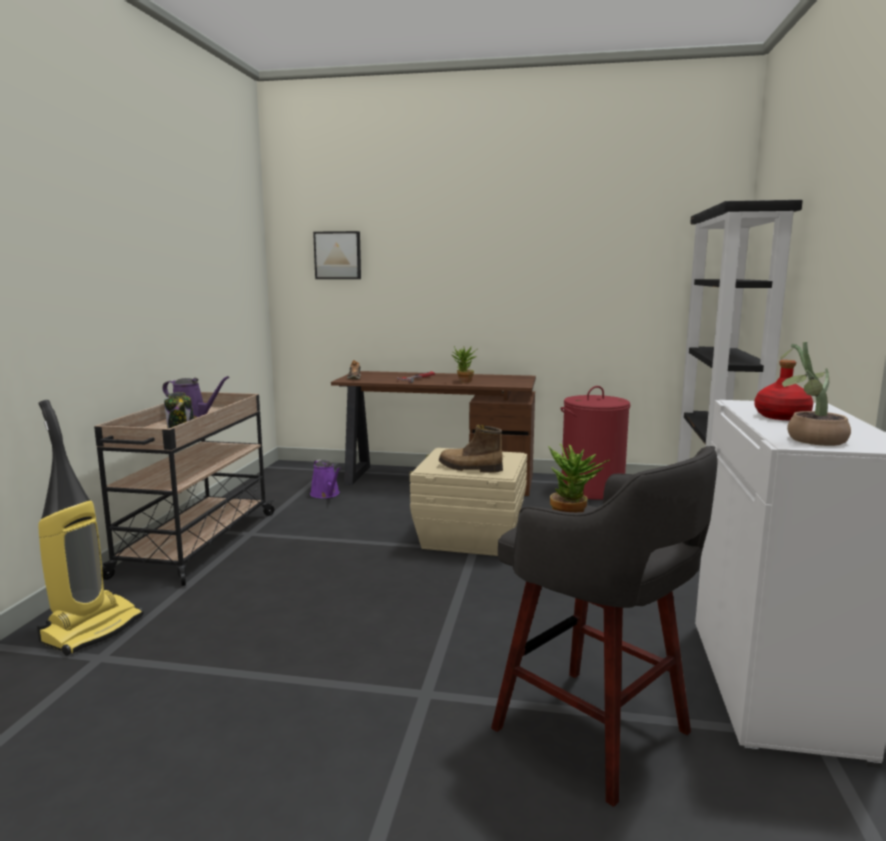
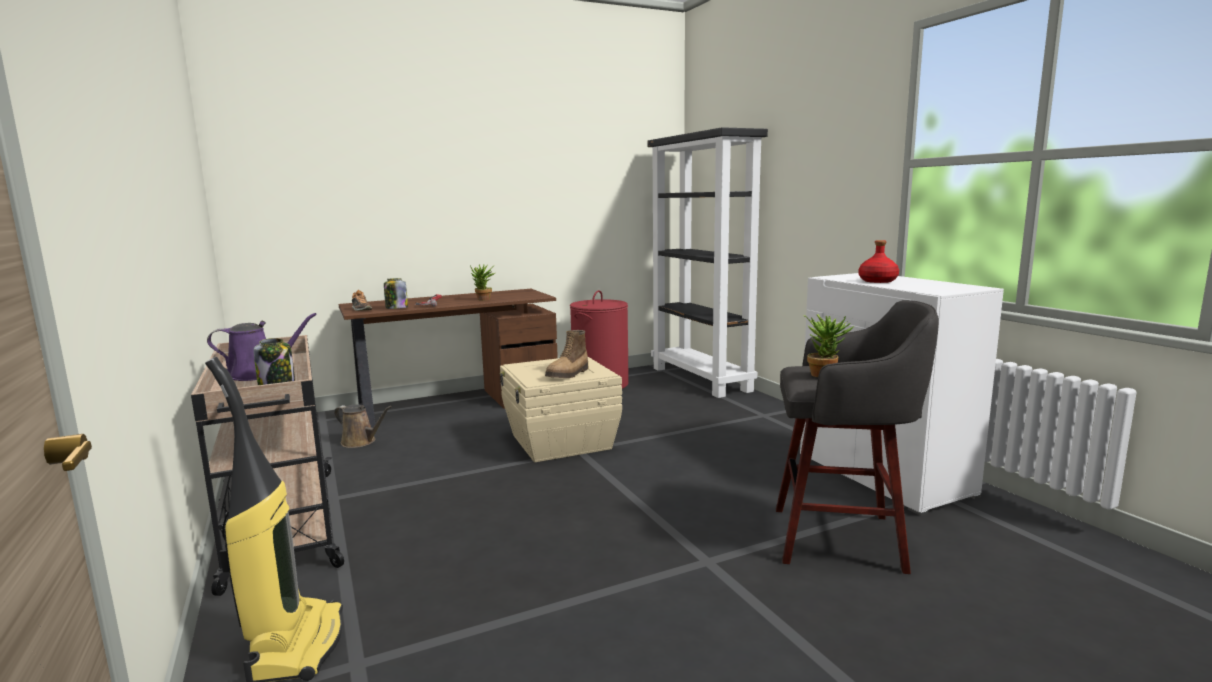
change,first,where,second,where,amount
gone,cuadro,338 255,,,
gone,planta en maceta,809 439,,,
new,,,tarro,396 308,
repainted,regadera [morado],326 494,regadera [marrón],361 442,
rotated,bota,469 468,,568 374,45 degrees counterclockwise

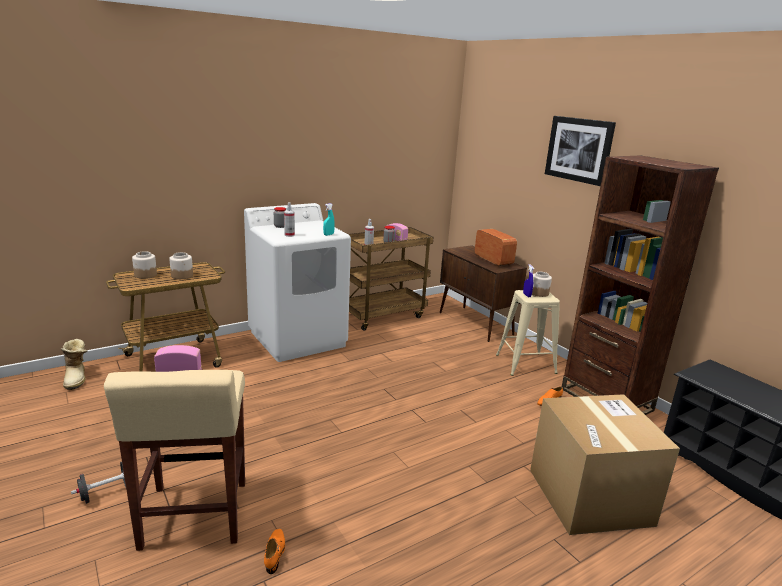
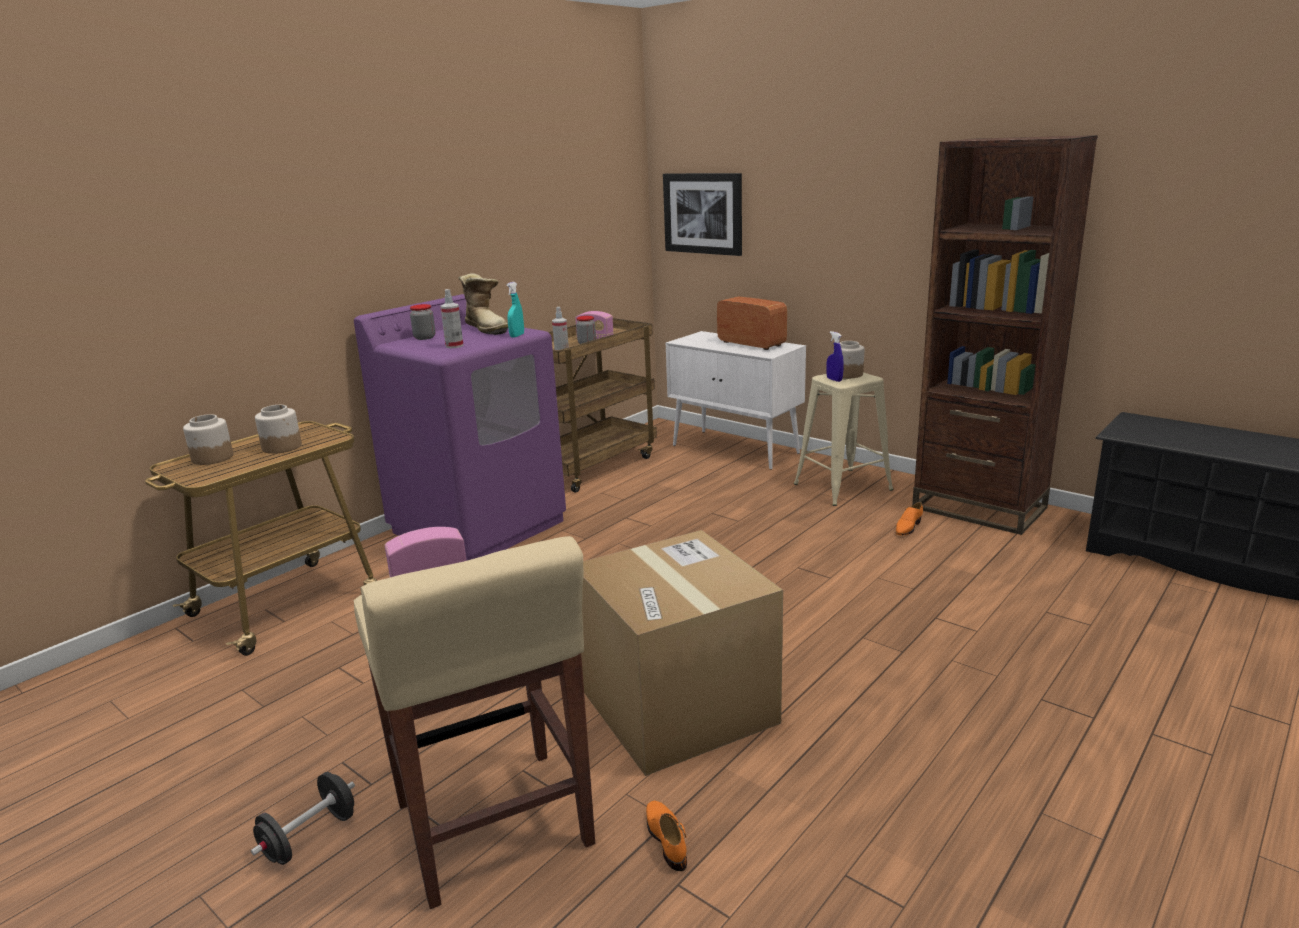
change,first,where,second,where,amount
shifted,bota,77 378,,487 328,
shifted,caja de cartón,589 497,,678 706,
shifted,cuadro,579 150,,703 213,
repainted,lavadora [blanco],298 338,lavadora [morado],479 526,
repainted,armario [marrón],476 324,armario [blanco],736 449,

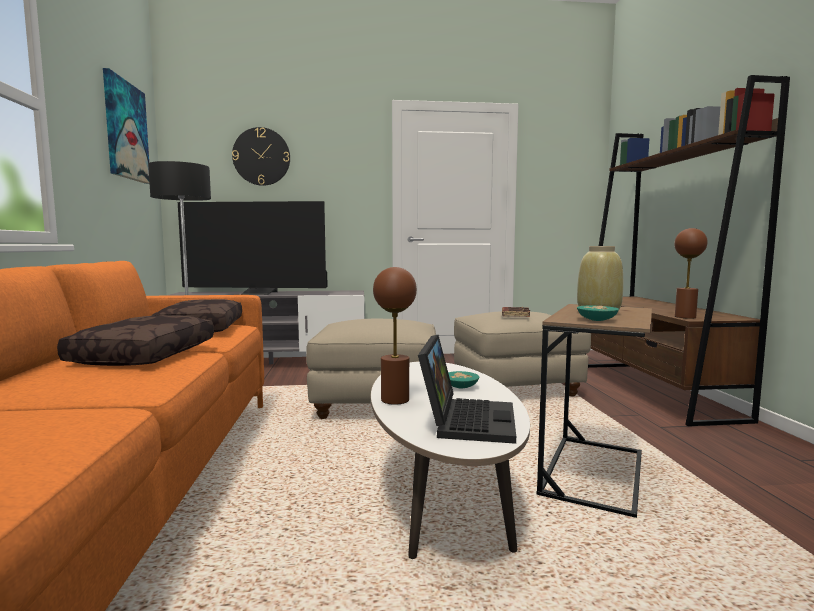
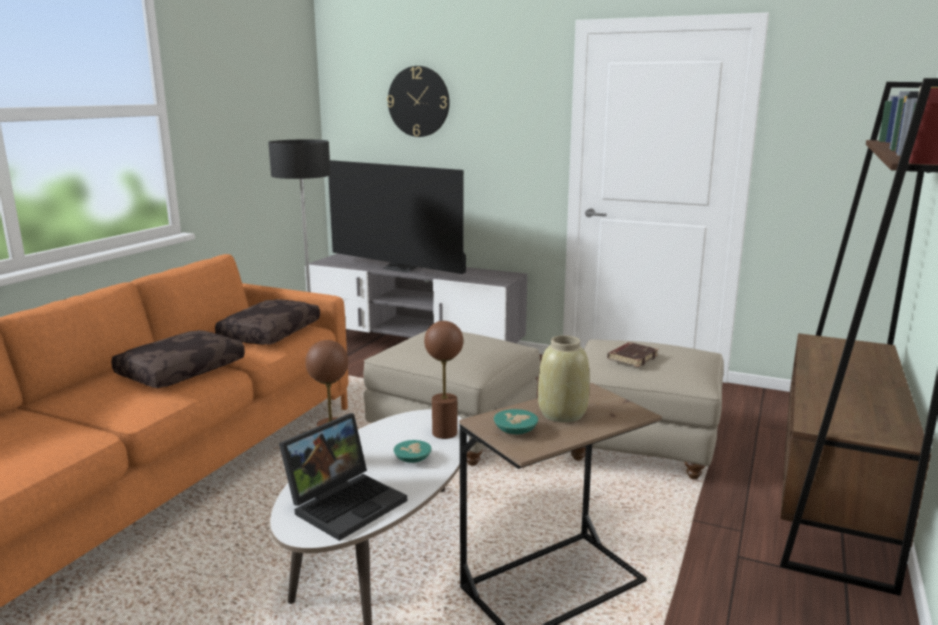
change,first,where,second,where,amount
gone,cuadro,125 130,,,
shifted,lámpara de mesa [marrón],685 317,,444 433,

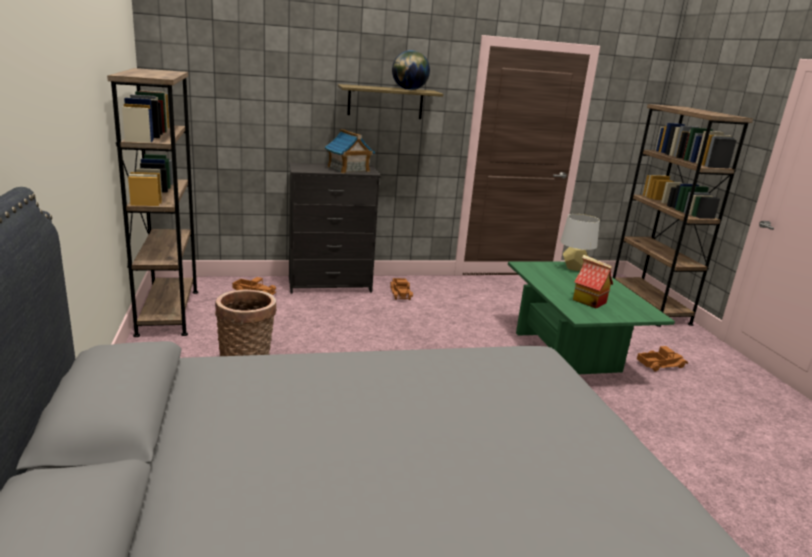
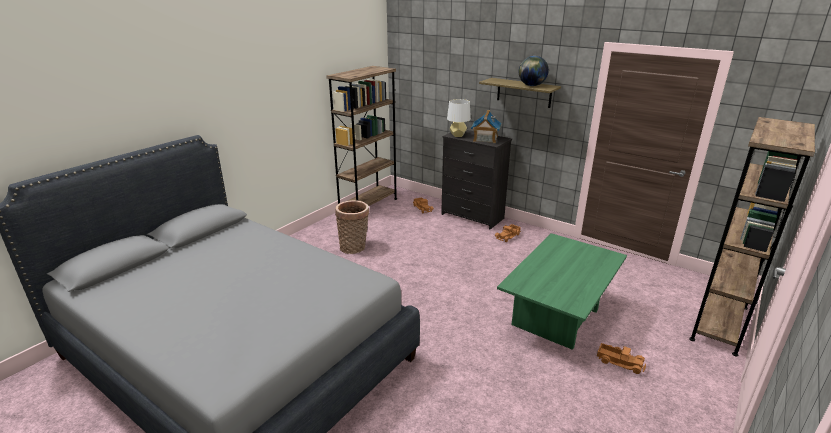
change,first,where,second,where,amount
gone,casita,588 301,,,
shifted,lámpara de mesa [gris],574 268,,458 135,

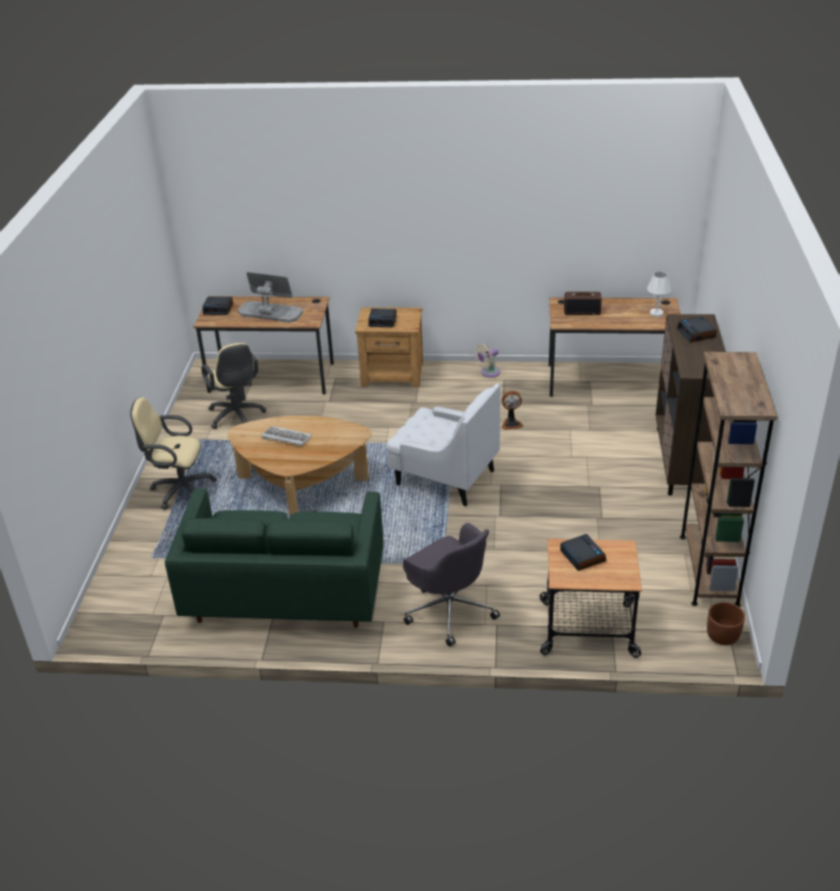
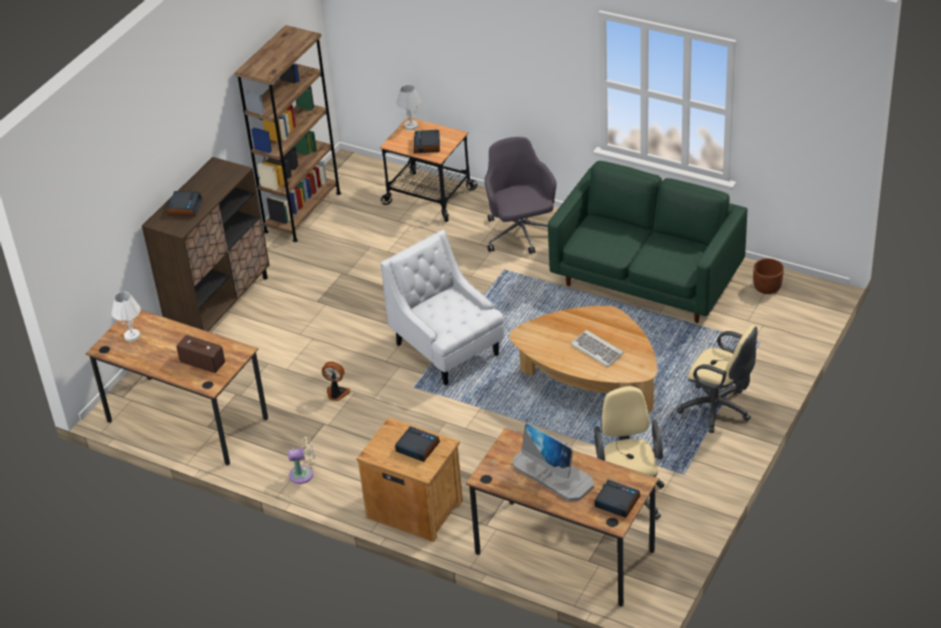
change,first,where,second,where,amount
new,,,lámpara de mesa [blanco],411 126,
shifted,maceta [marrón],722 636,,767 287,

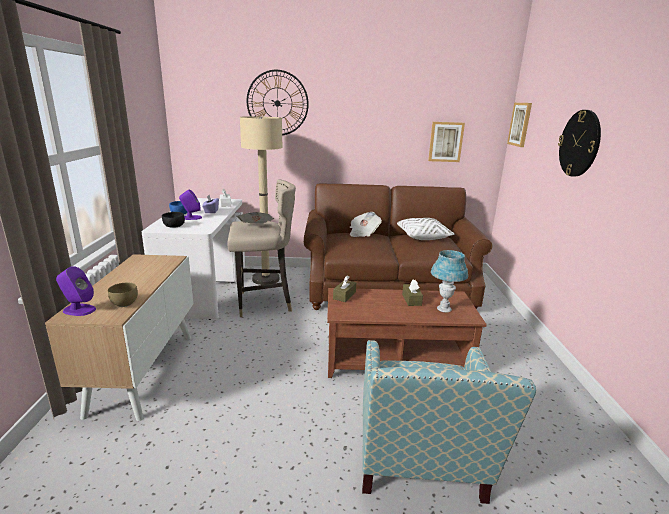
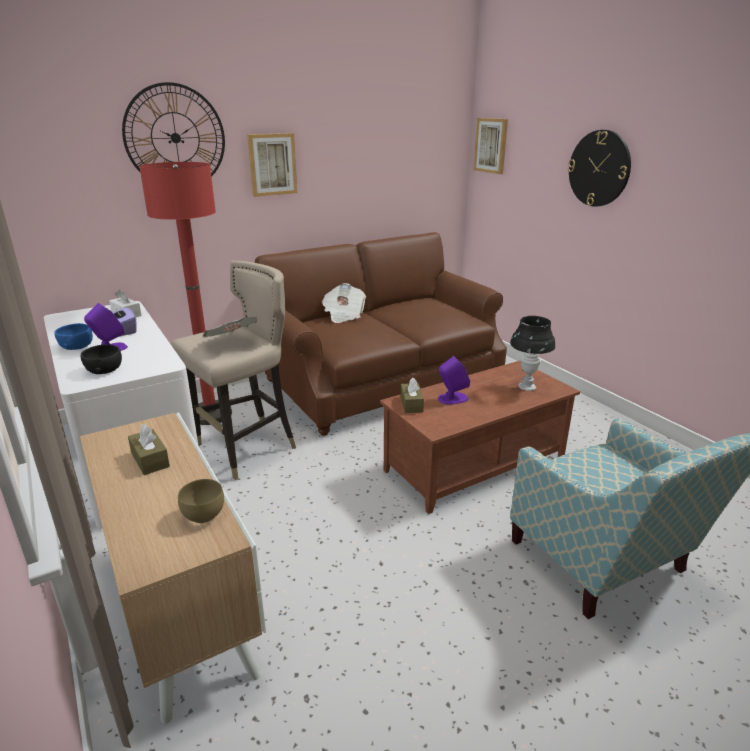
change,first,where,second,where,amount
gone,cojín [blanco],422 236,,,
shifted,altavoz [morado],79 310,,452 398,
shifted,caja de pañuelos [marrón],411 299,,150 460,
shifted,cuadro,445 142,,272 164,
repainted,lámpara de pie [beis],266 279,lámpara de pie [rojo],211 414,
repainted,lámpara de mesa [azul],444 309,lámpara de mesa [negro],527 387,

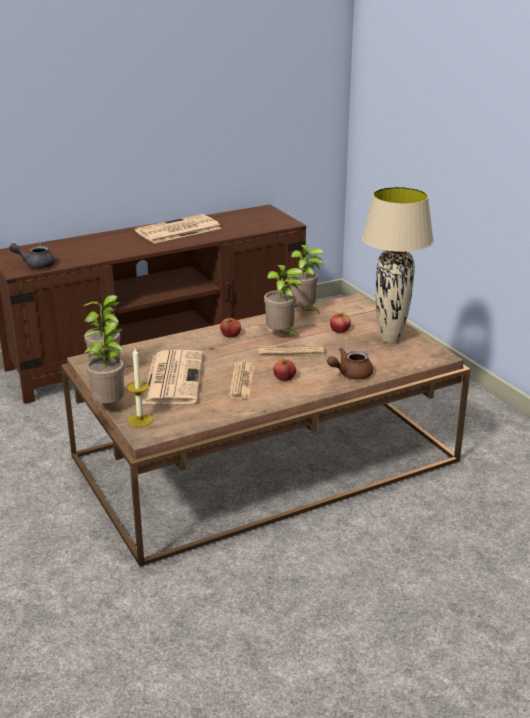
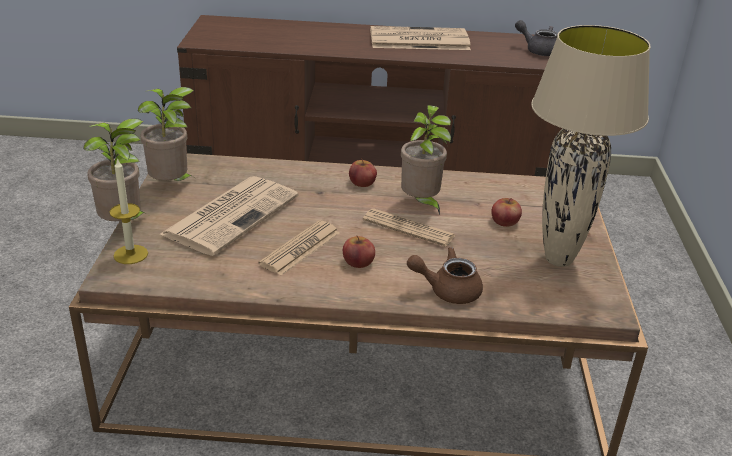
change,first,where,second,where,amount
gone,planta en maceta,303 312,,,
shifted,tetera [gris],36 264,,538 50,

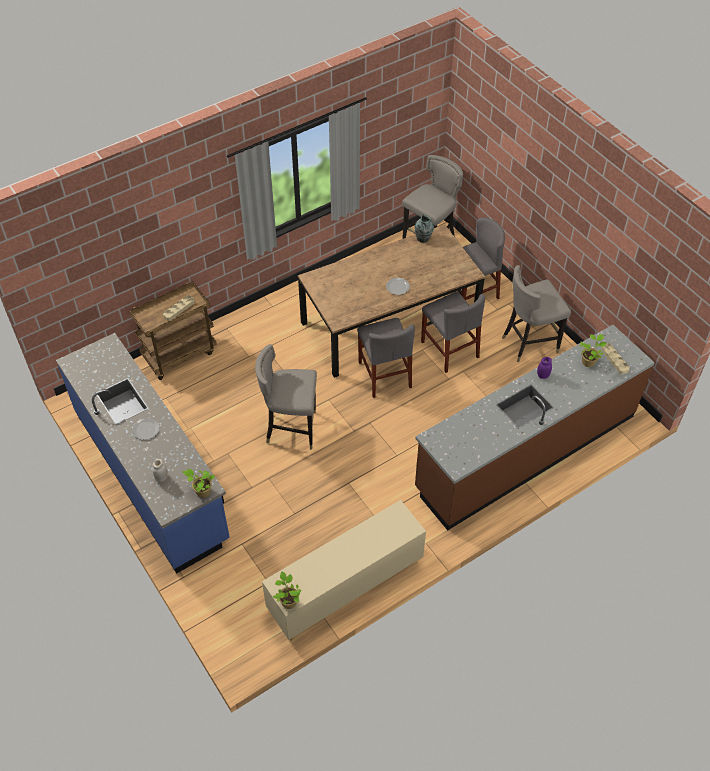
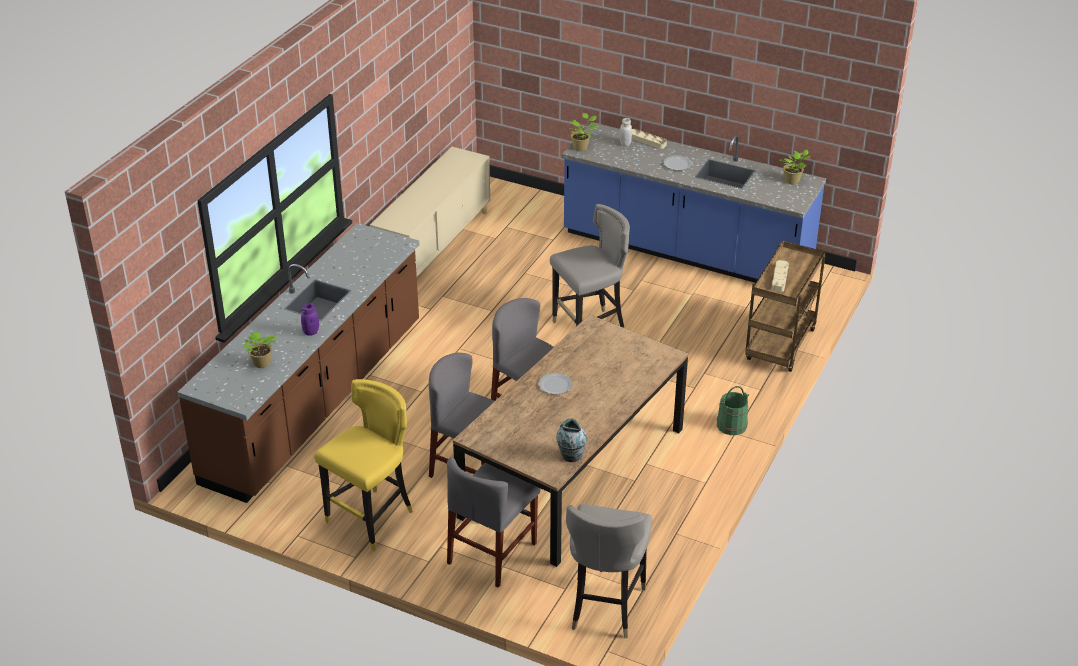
change,first,where,second,where,amount
new,,,cubo [verde],731 425,
shifted,planta en maceta,288 601,,793 181,
shifted,bandeja [beis],614 360,,647 141,
repainted,taburete [gris],528 343,taburete [amarillo],372 518,

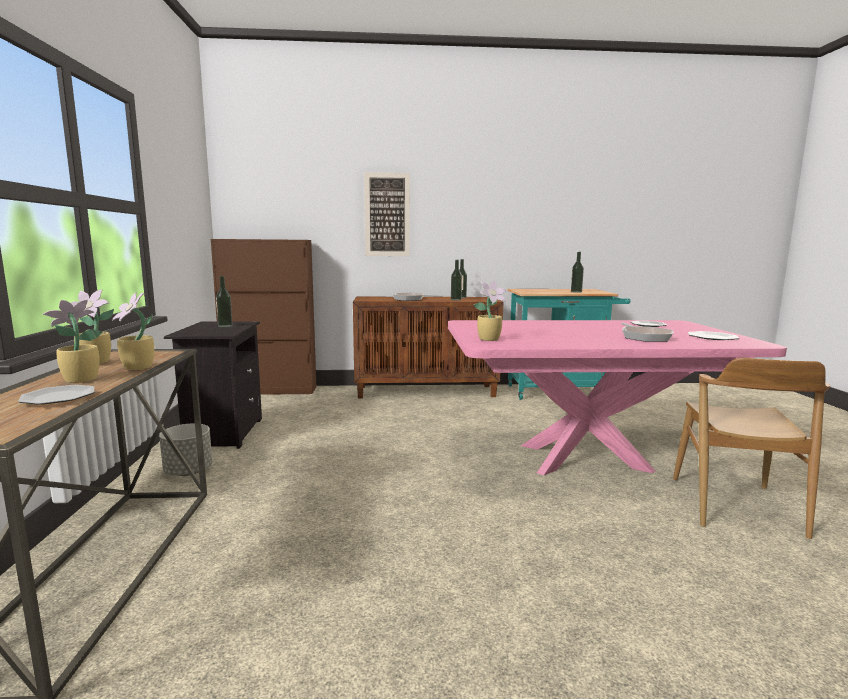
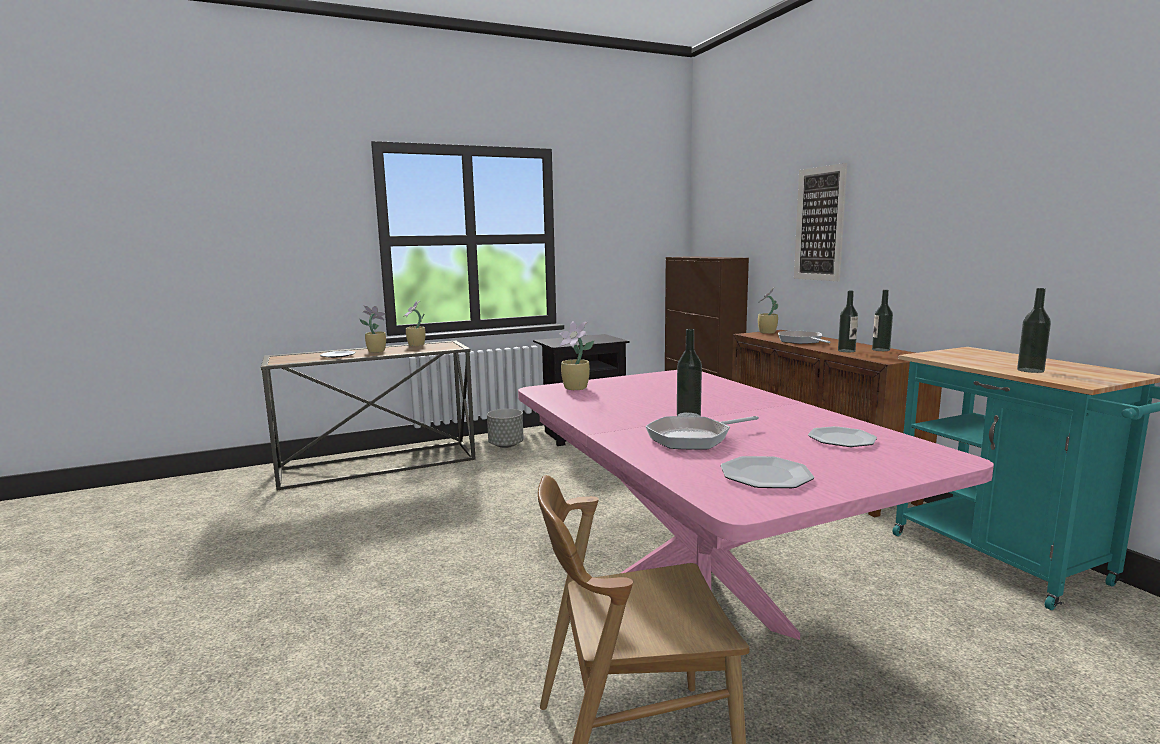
change,first,where,second,where,amount
shifted,planta en maceta,138 367,,766 332,
shifted,botella,225 326,,688 416,

